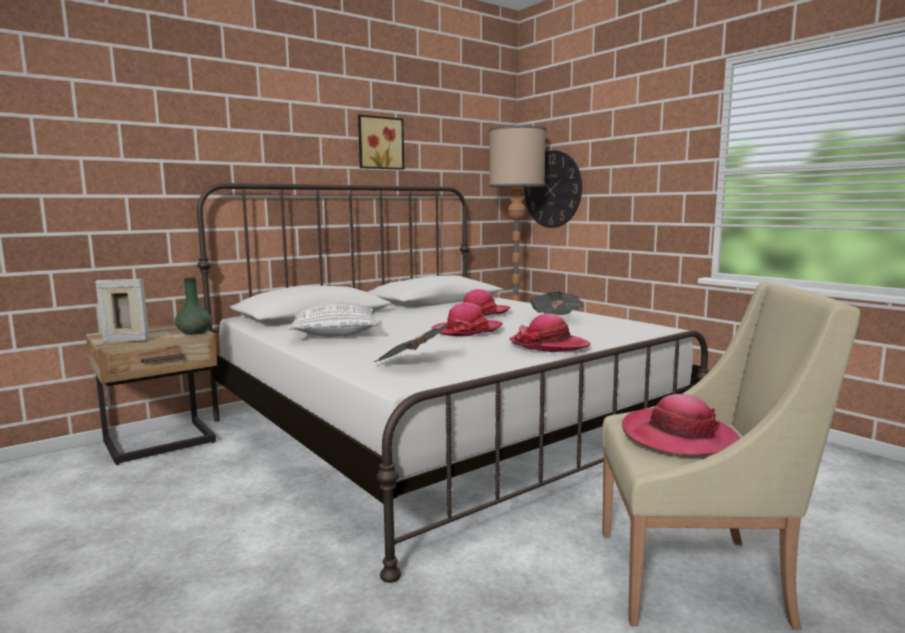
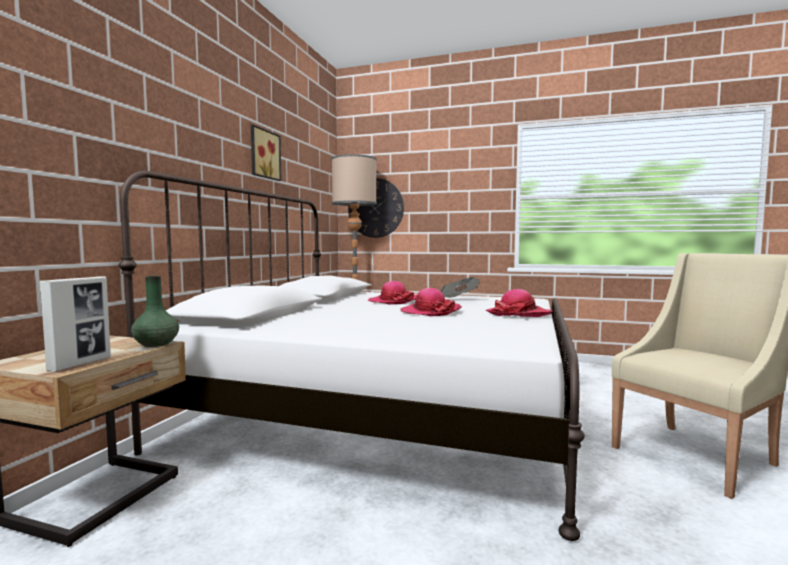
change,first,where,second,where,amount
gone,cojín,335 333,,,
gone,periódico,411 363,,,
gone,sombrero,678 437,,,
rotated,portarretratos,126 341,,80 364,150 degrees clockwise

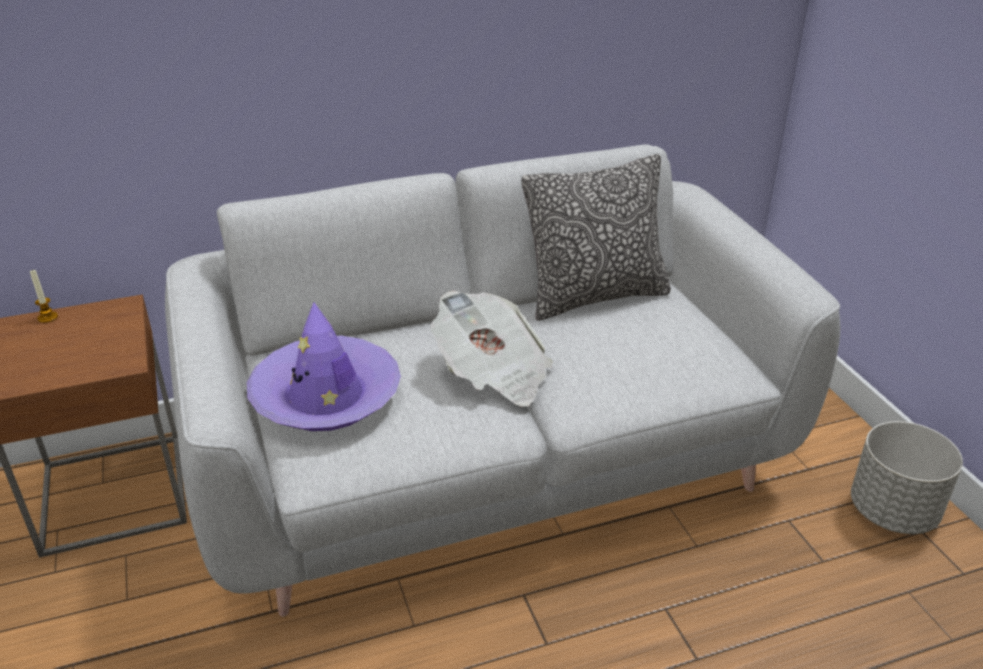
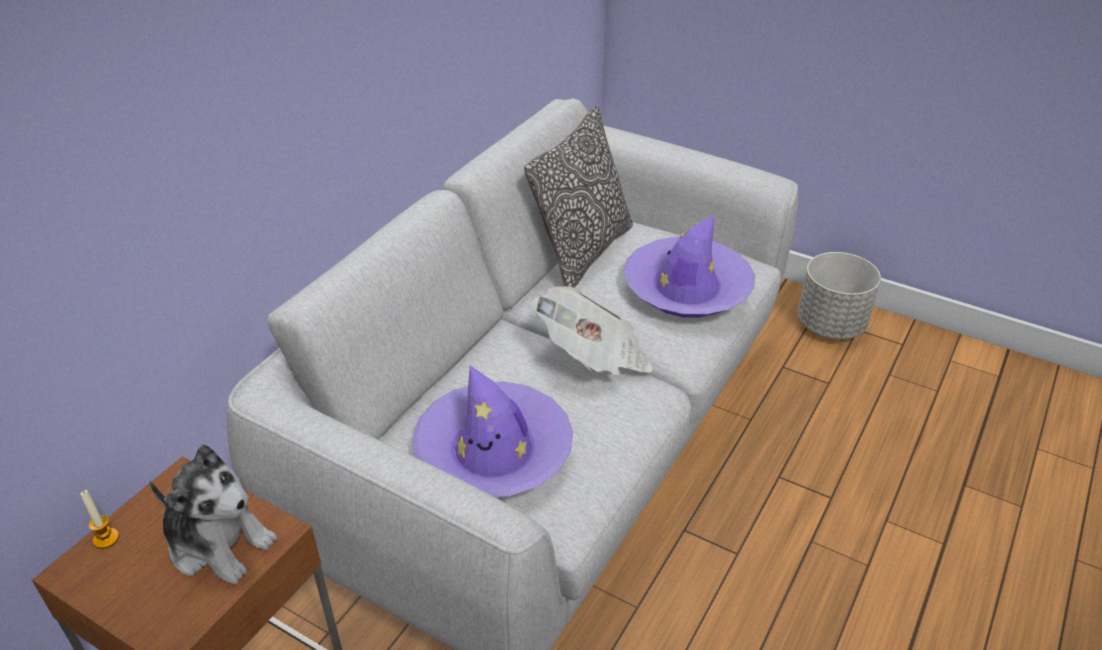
change,first,where,second,where,amount
new,,,peluche,219 543,
new,,,sombrero [morado],687 289,

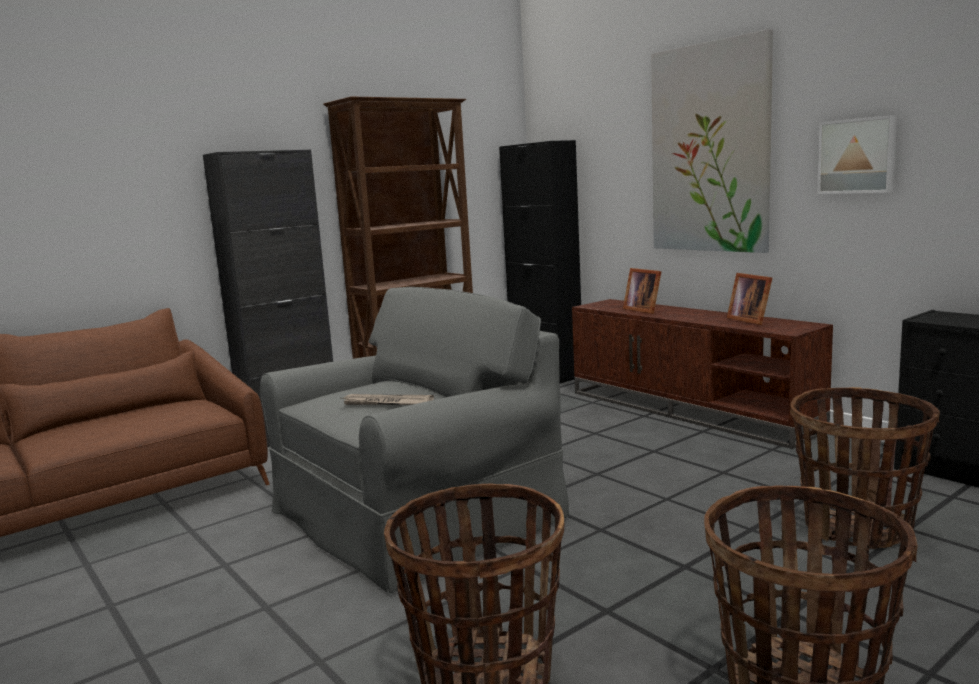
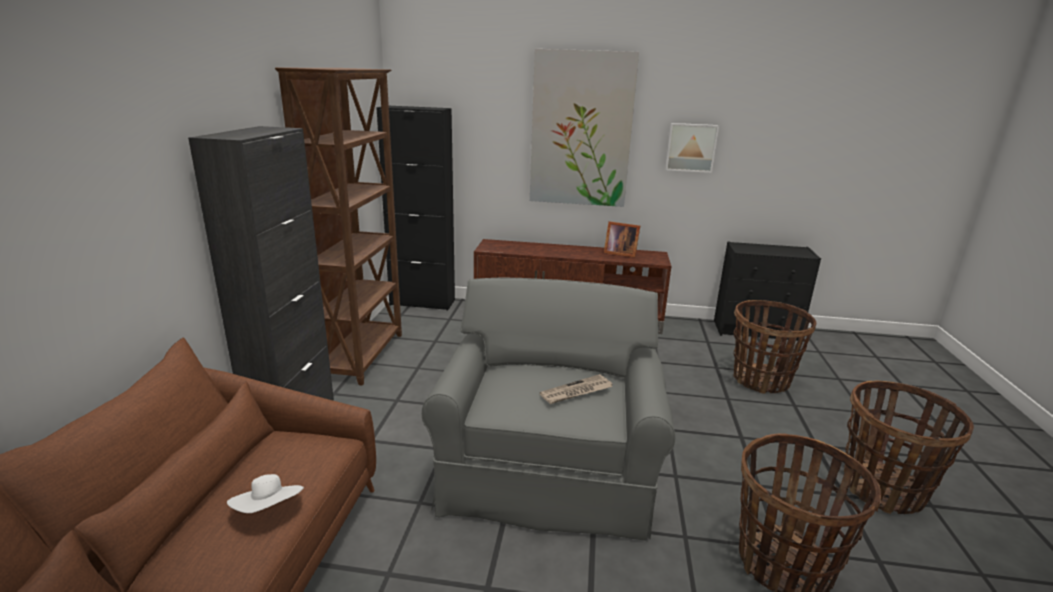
change,first,where,second,where,amount
gone,portarretratos,643 310,,,
new,,,sombrero [blanco],269 510,

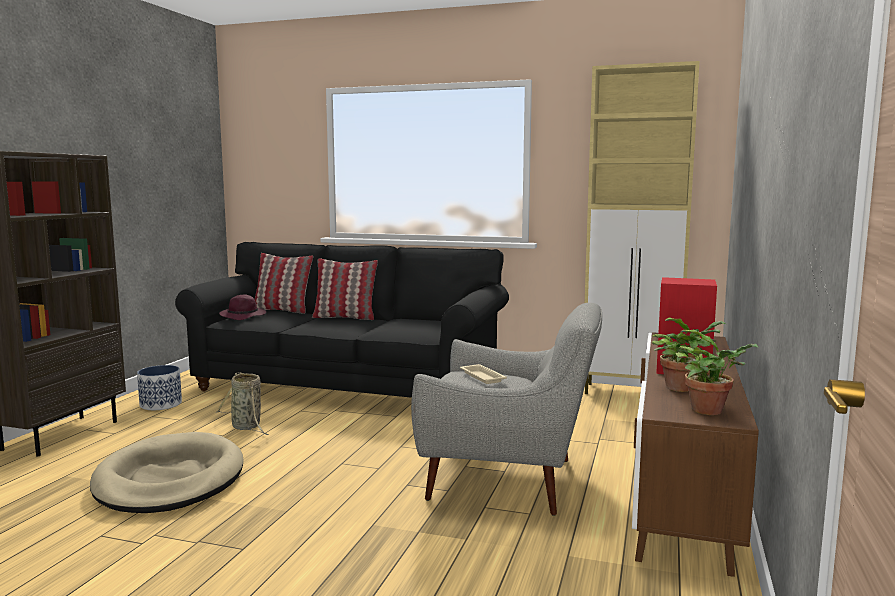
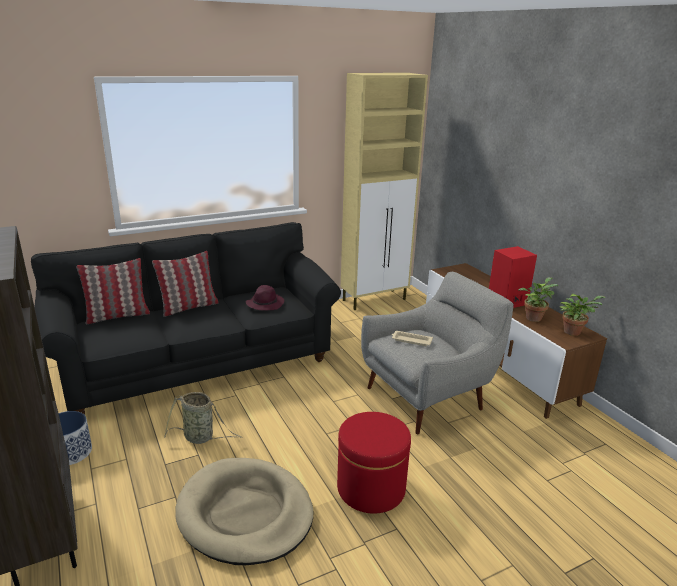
change,first,where,second,where,amount
new,,,puf [rojo],371 488,
shifted,sombrero [morado],244 316,,265 303,

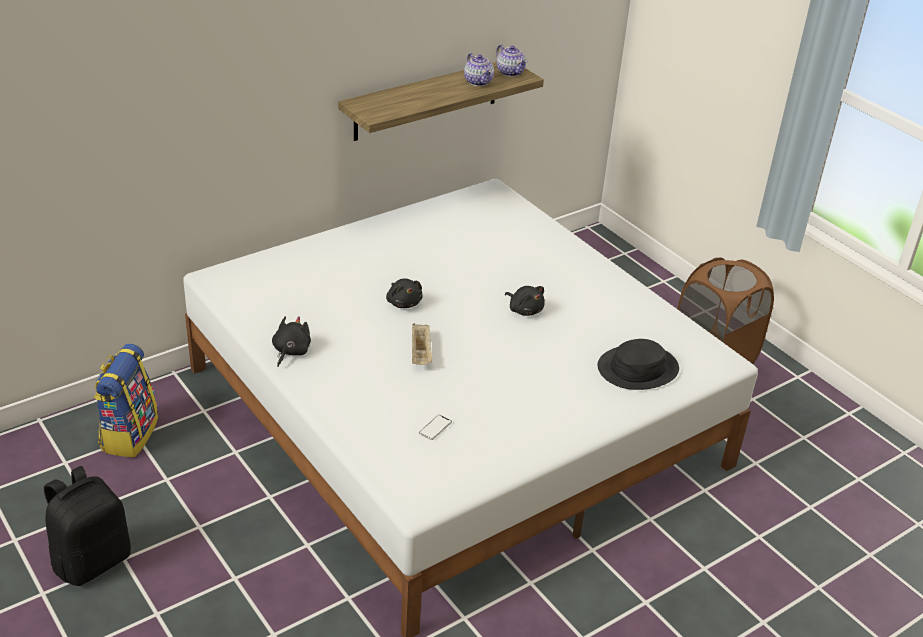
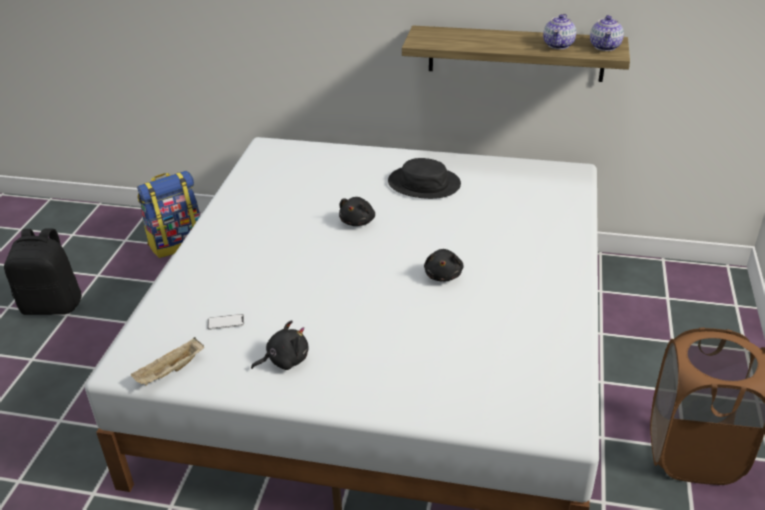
change,first,where,second,where,amount
shifted,peluche [negro],290 351,,285 360,
shifted,bandeja [beis],421 353,,170 372,
shifted,sombrero [negro],637 368,,424 183,

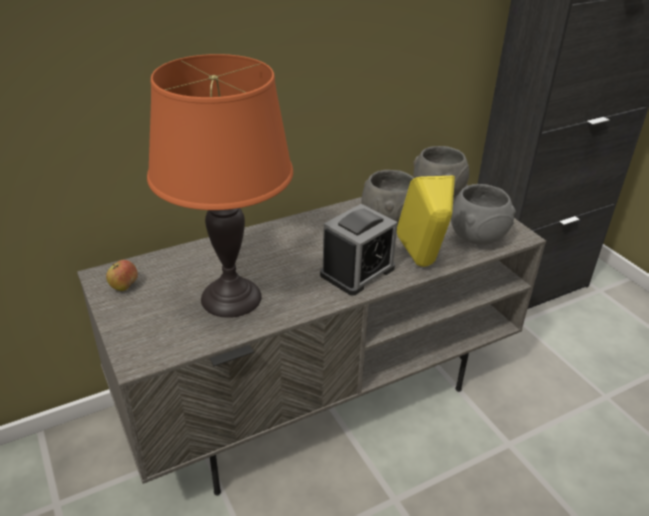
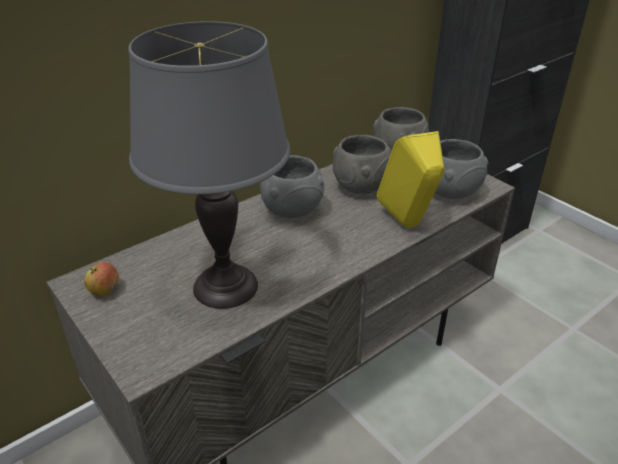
change,first,where,second,where,amount
gone,despertador,357 271,,,
new,,,cuenco [gris],291 210,
repainted,lámpara de mesa [naranja],231 297,lámpara de mesa [gris],226 286,

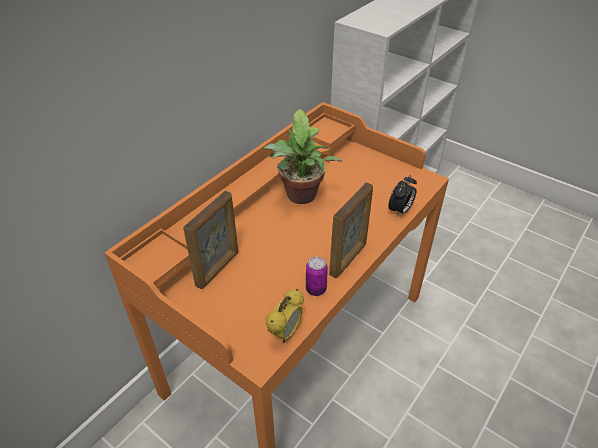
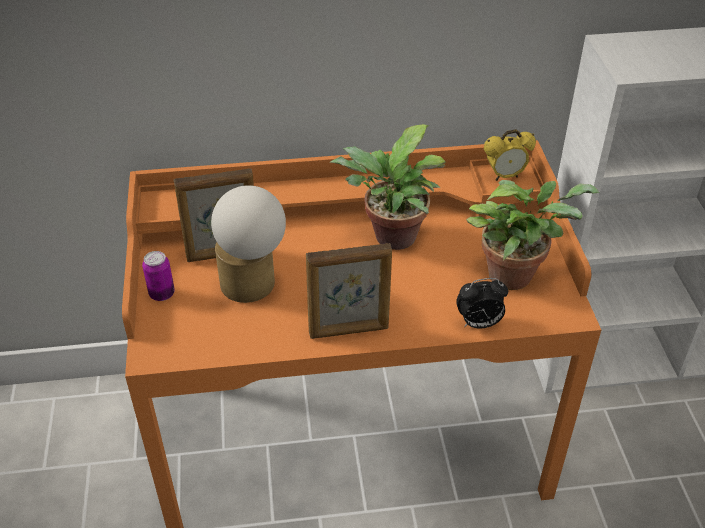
change,first,where,second,where,amount
new,,,lámpara de mesa,252 288,
new,,,planta en maceta,515 273,
shifted,despertador,285 333,,505 176,
shifted,lata,316 289,,162 294,

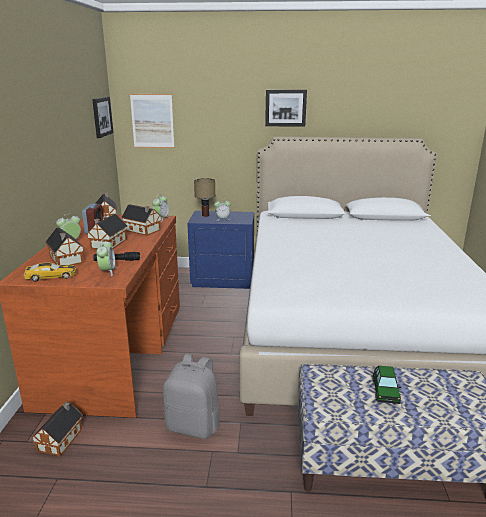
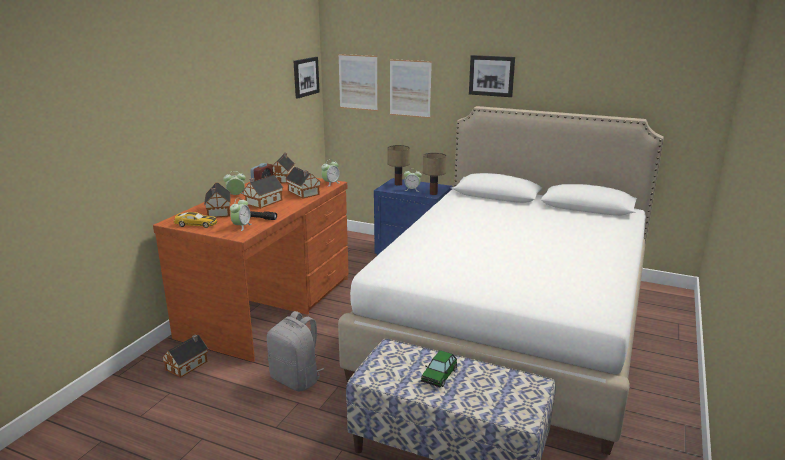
change,first,where,second,where,amount
new,,,cuadro,410 88,
new,,,lámpara de mesa,434 193,

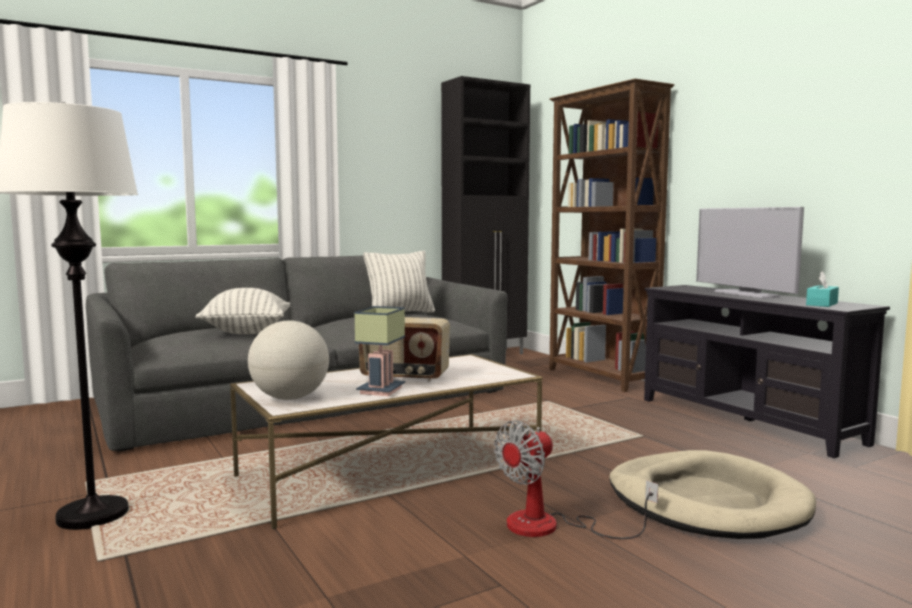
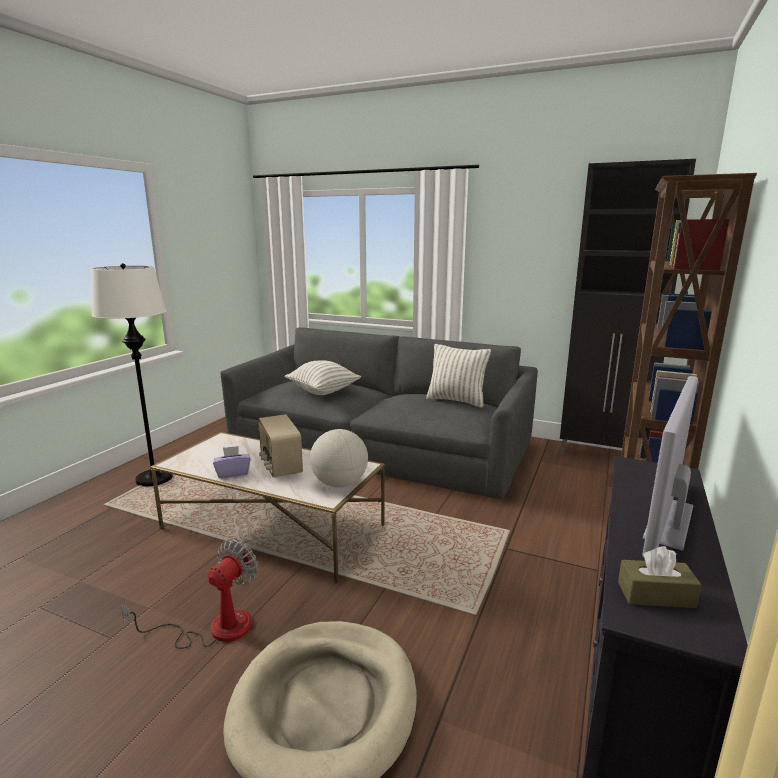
change,first,where,second,where,amount
shifted,globo terráqueo,289 398,,339 484,
swapped,lámpara de mesa,382 391,caja de pañuelos [morado],233 473,
repainted,caja de pañuelos [turquesa],822 304,caja de pañuelos [marrón],655 595,
rotated,ventilador,551 526,,215 628,105 degrees clockwise

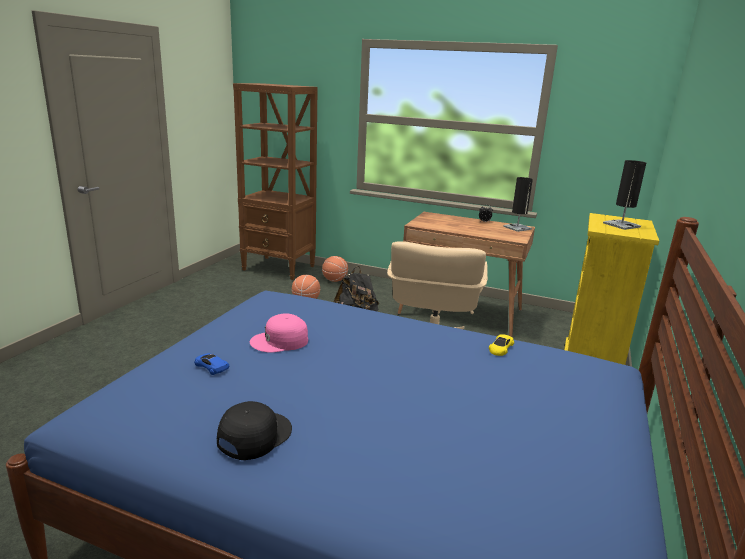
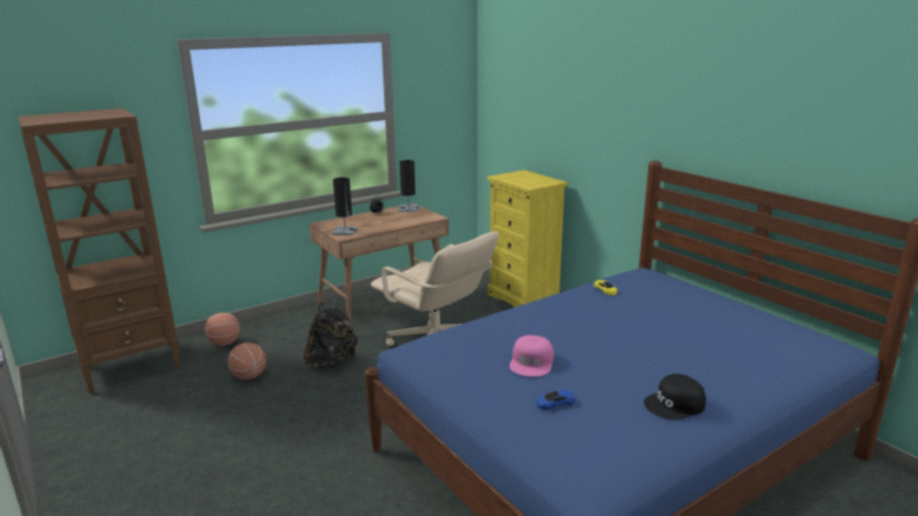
change,first,where,second,where,amount
shifted,lámpara de mesa [negro],621 225,,345 231,
rotated,gorra [negro],254 435,,675 405,90 degrees counterclockwise

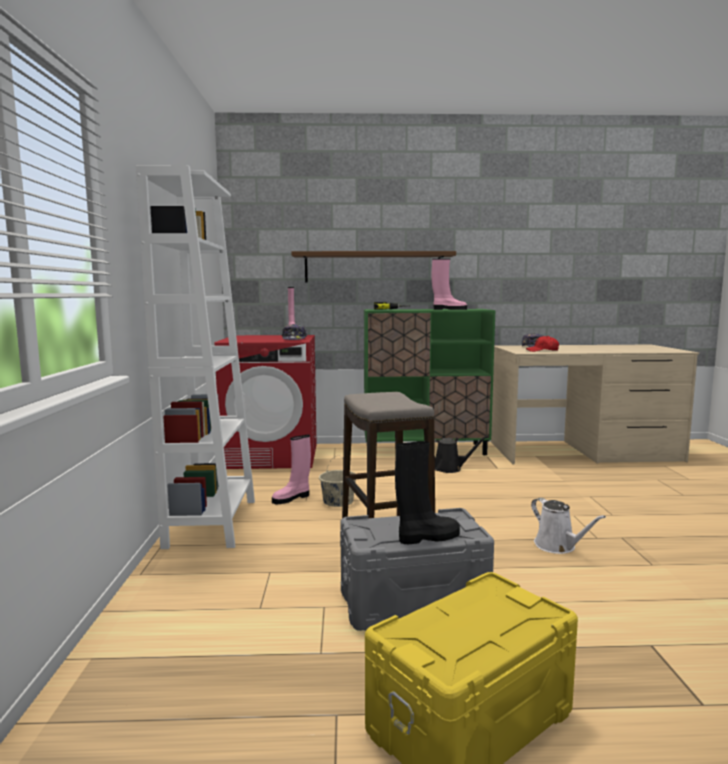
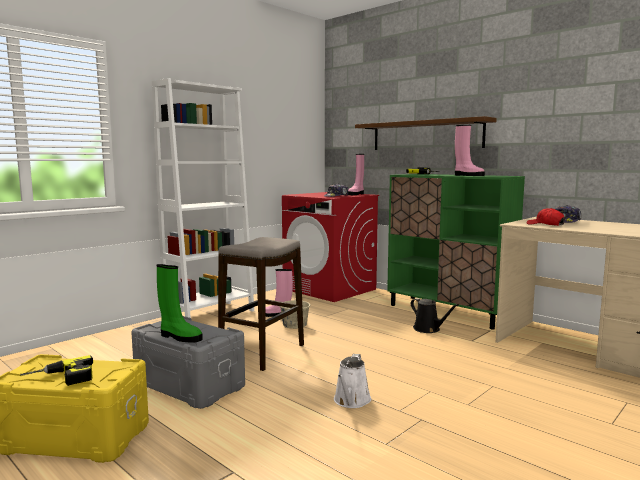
change,first,where,second,where,amount
new,,,taladro,60 378,
repainted,bota [negro],427 537,bota [verde],179 337,

